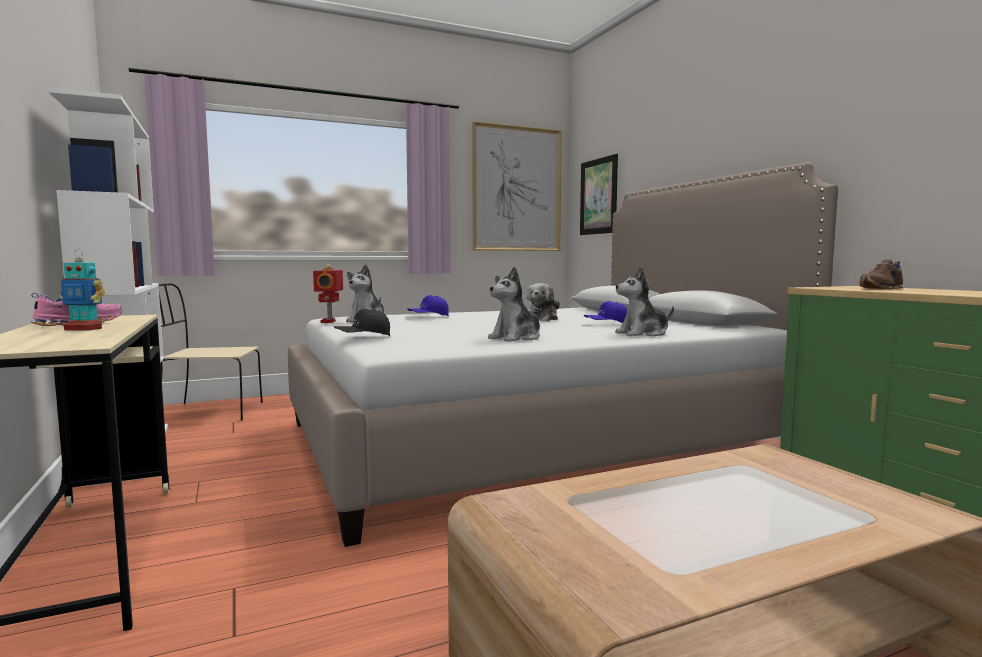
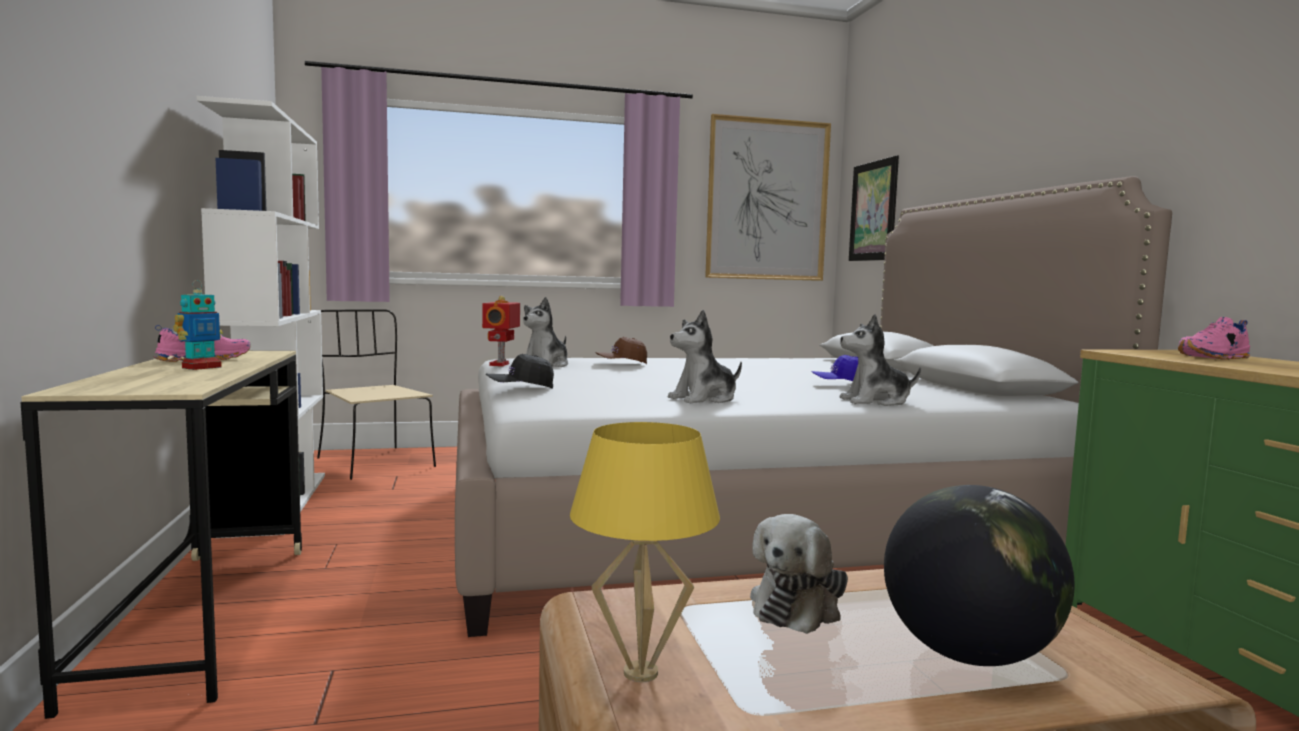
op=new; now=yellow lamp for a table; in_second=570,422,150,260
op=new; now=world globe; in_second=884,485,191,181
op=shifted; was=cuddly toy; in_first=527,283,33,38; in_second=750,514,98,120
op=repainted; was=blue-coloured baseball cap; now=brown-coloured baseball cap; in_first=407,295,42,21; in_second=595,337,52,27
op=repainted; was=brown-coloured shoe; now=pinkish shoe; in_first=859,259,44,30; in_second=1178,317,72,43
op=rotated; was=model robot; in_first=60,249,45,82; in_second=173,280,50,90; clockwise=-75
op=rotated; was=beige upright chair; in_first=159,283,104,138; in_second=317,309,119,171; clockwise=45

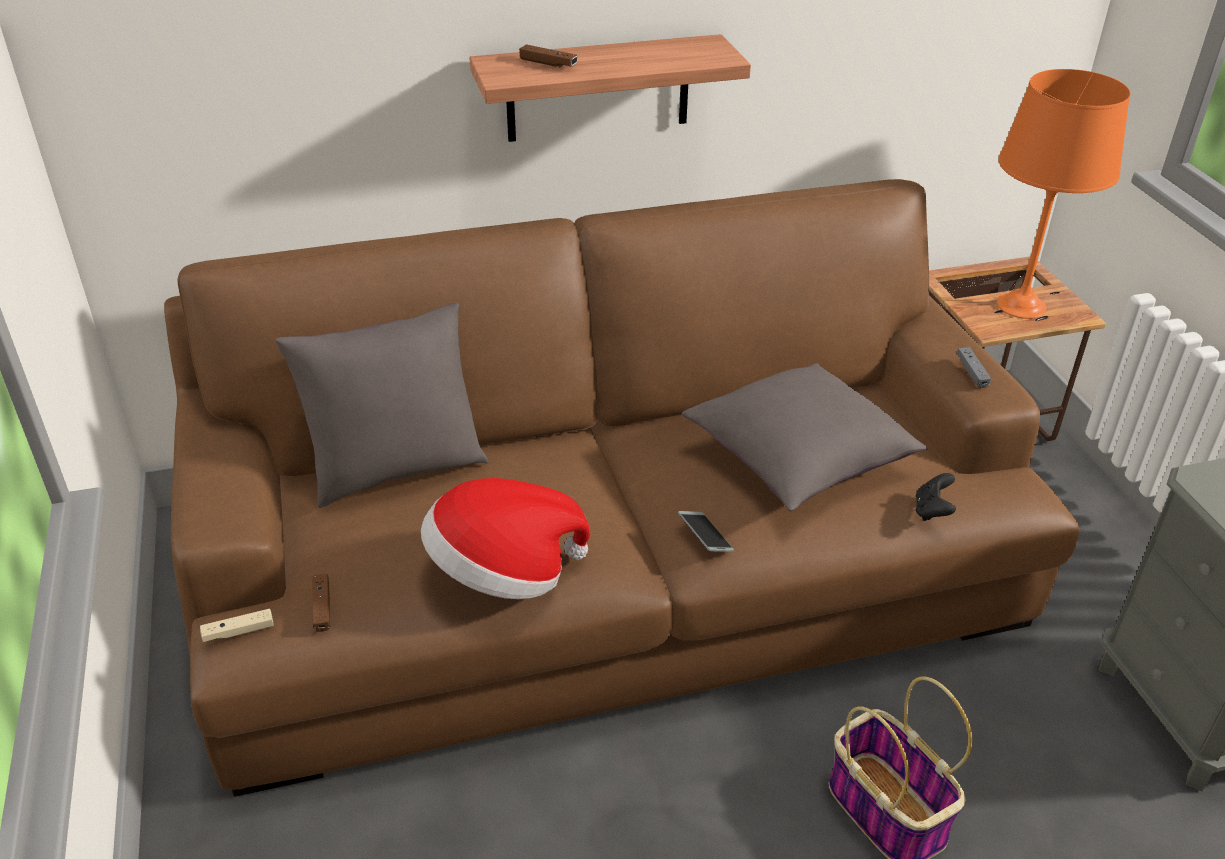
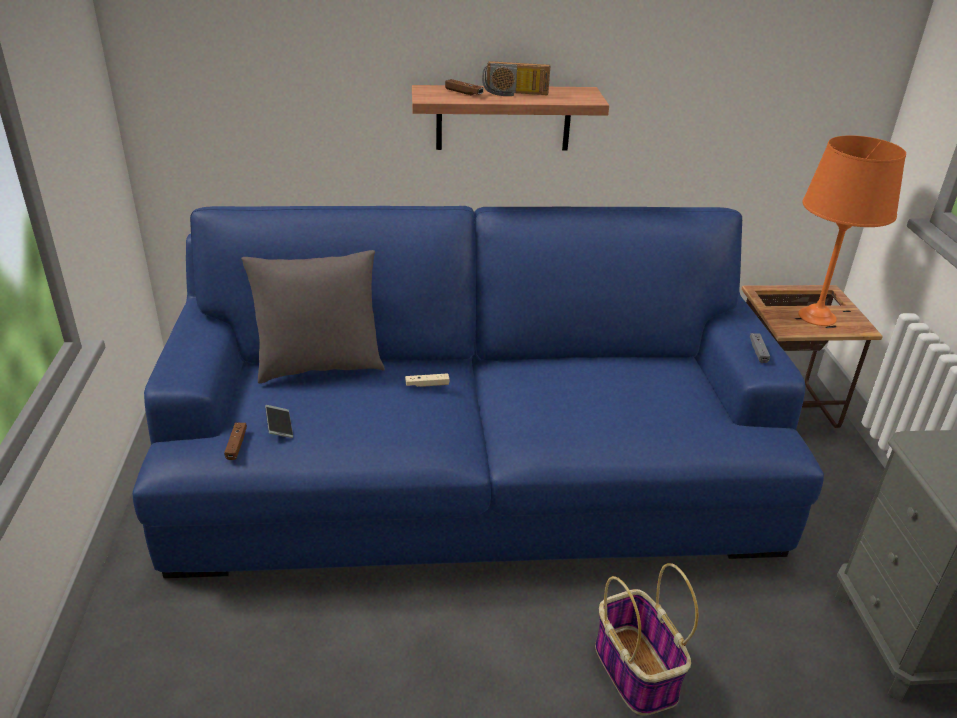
op=gone; was=hat; in_first=421,478,169,121
op=gone; was=grey throw pillow; in_first=682,363,246,148
op=gone; was=blackish gamepad; in_first=916,473,40,48
op=new; now=radio receiver; in_second=482,61,68,35
op=shifted; was=beige gamepad; in_first=200,609,74,33; in_second=405,373,45,14
op=shifted; was=handset; in_first=678,511,56,41; in_second=265,405,28,33
op=repainted; was=brown-coloured sofa; now=blue-coloured sofa; in_first=164,179,916,618; in_second=133,206,691,372

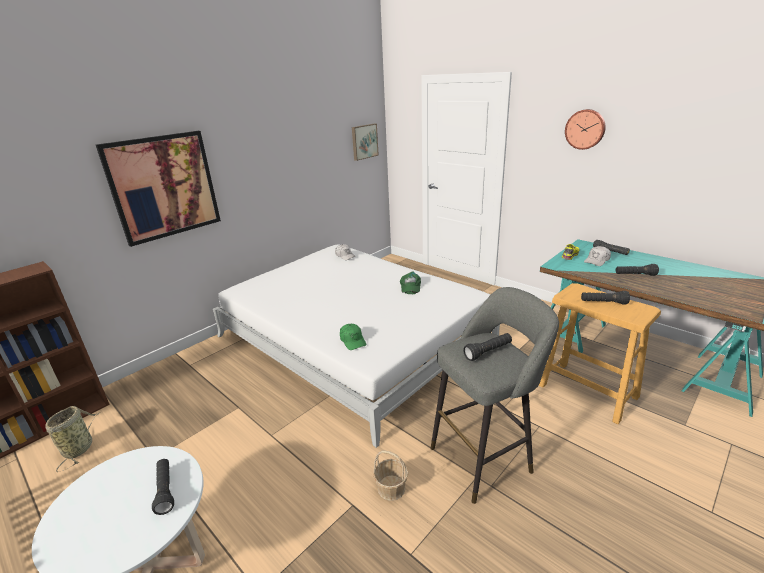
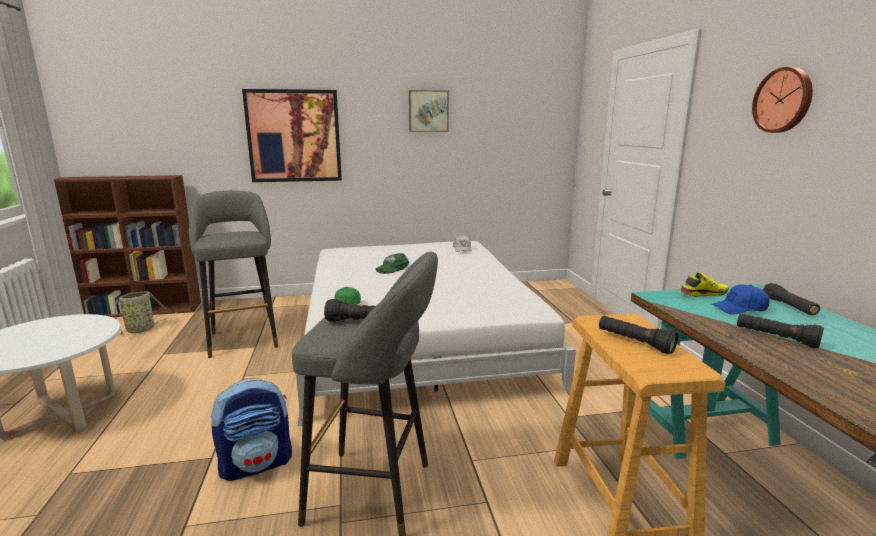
op=gone; was=blackish flashlight; in_first=152,459,22,56
op=new; now=grey stool; in_second=189,190,89,168
op=shifted; was=picture; in_first=352,124,26,37; in_second=409,90,40,42
op=shifted; was=greenish baseball cap; in_first=400,272,21,22; in_second=375,253,34,21
op=swapped; was=basket; now=backpack; in_first=373,451,35,50; in_second=211,378,81,103
op=repainted; was=white-coloured baseball cap; now=blue-coloured baseball cap; in_first=584,246,27,20; in_second=711,284,59,31

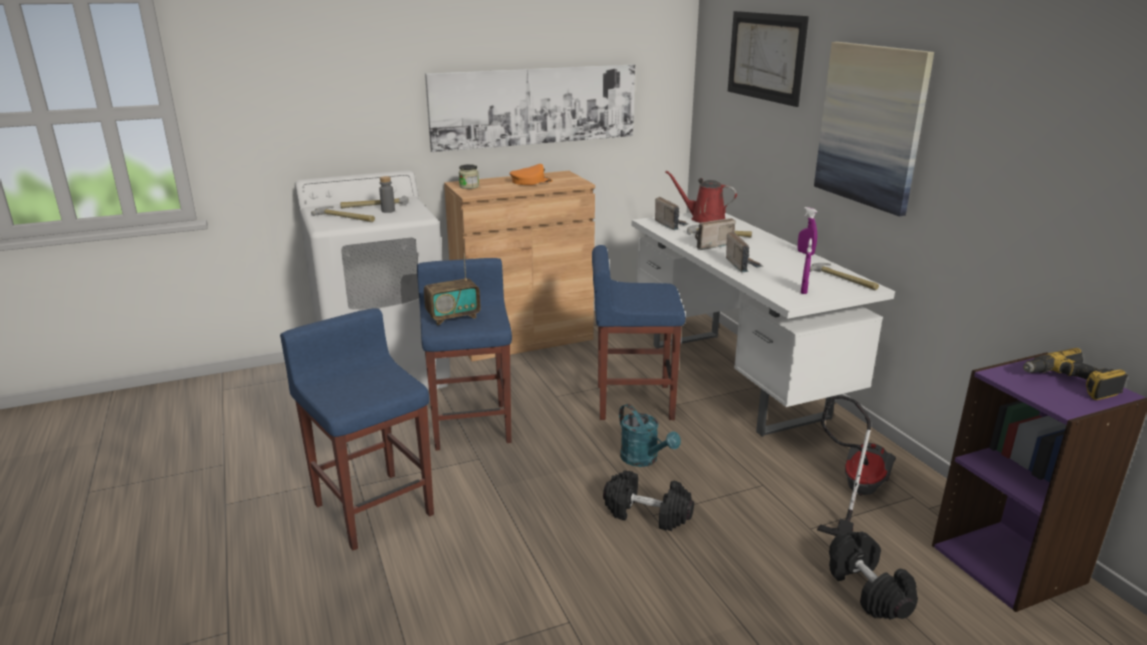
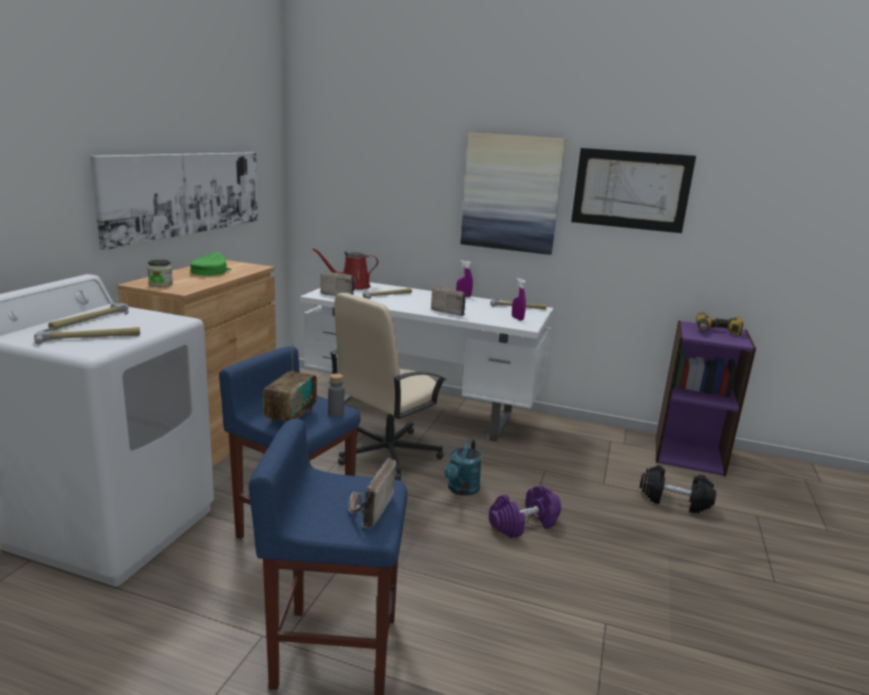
op=gone; was=vacuum cleaner; in_first=817,395,79,141
op=shifted; was=grey drink bottle; in_first=379,176,16,37; in_second=328,373,16,44
op=shifted; was=radio receiver; in_first=695,218,41,32; in_second=349,458,47,71
op=shifted; was=picture; in_first=728,11,81,96; in_second=571,148,125,85
op=swapped; was=blue-coloured stool; now=beige computer chair; in_first=592,245,94,175; in_second=330,293,117,188
op=repainted; was=orangey baseball cap; now=greenish baseball cap; in_first=509,164,44,21; in_second=190,252,42,24
op=repainted; was=blackish hand weight; now=purplish hand weight; in_first=603,470,91,61; in_second=489,486,72,52
op=rotated; was=turquoise-coloured sprinkling can; in_first=619,404,62,63; in_second=444,439,38,57; clockwise=105

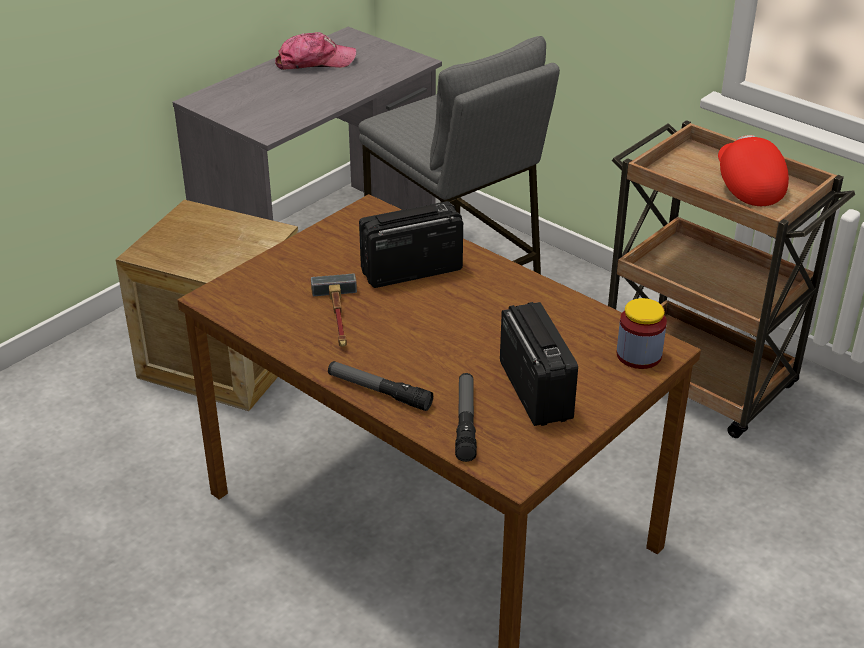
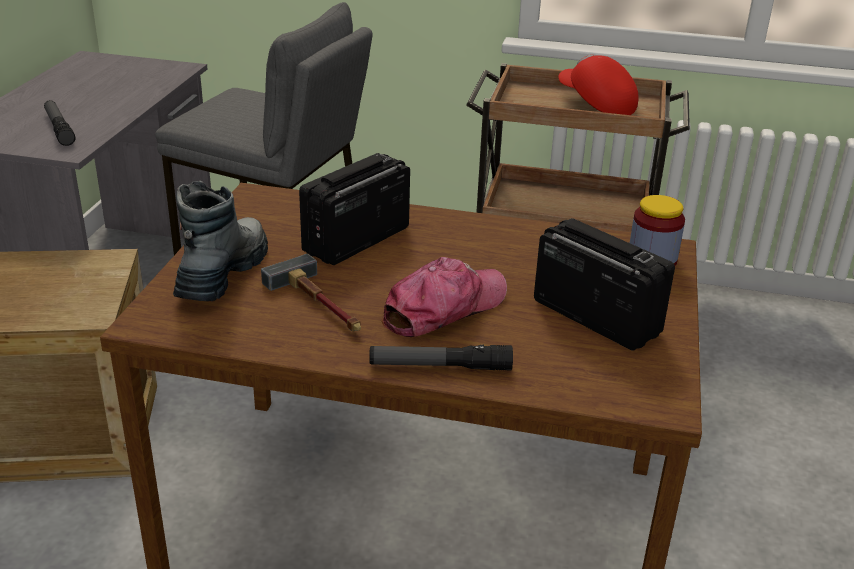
op=new; now=high-top boot; in_second=173,181,95,120
op=shifted; was=baseball cap; in_first=275,32,81,38; in_second=381,257,126,80
op=shifted; was=flashlight; in_first=455,373,22,89; in_second=44,100,31,46

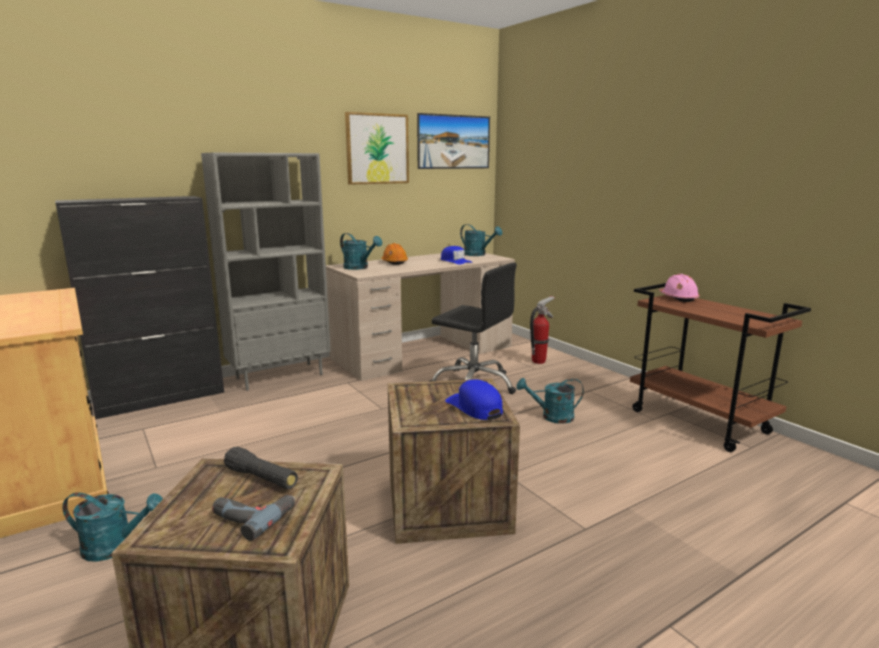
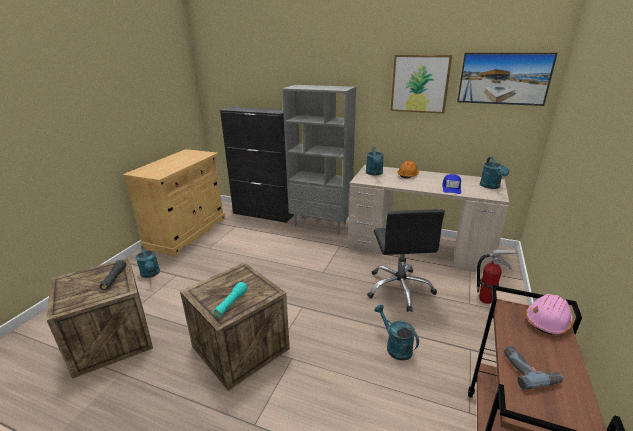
op=shifted; was=power drill; in_first=212,495,83,46; in_second=504,346,60,44
op=swapped; was=blue-coloured baseball cap; now=turquoise-coloured flashlight; in_first=445,380,58,40; in_second=214,282,34,35

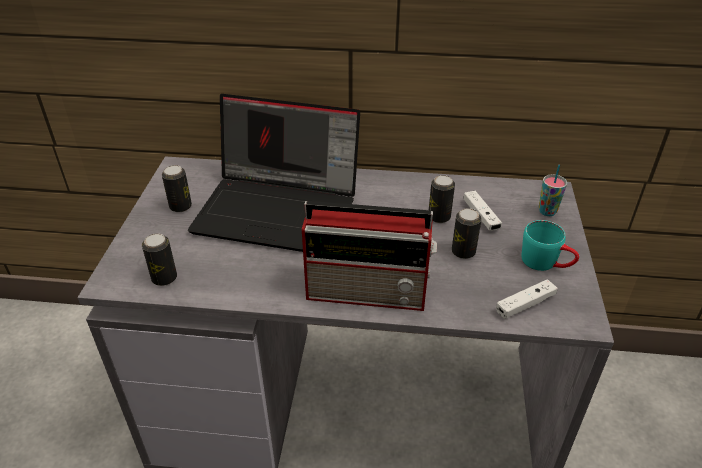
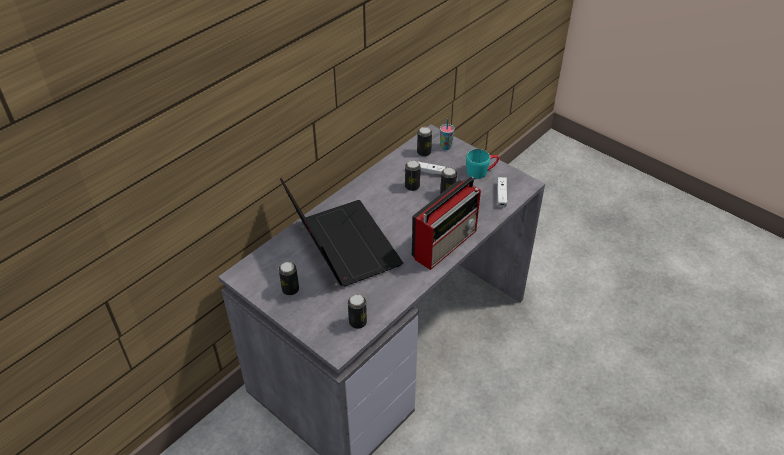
op=new; now=can; in_second=417,127,15,30
op=rotated; was=portable computer; in_first=188,94,172,158; in_second=280,178,123,108; clockwise=-75

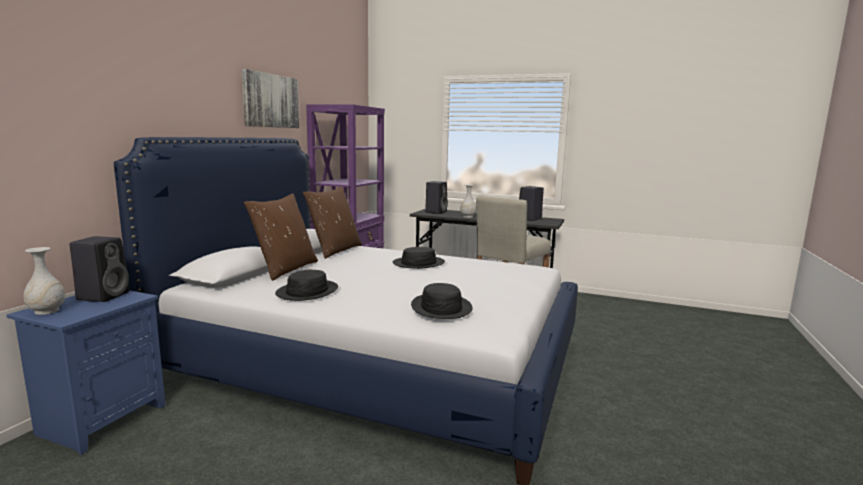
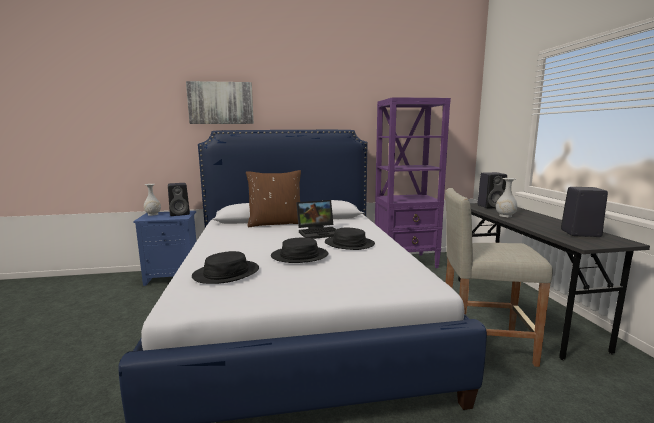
op=gone; was=brown-coloured throw pillow; in_first=303,186,59,73
op=new; now=portable computer; in_second=296,200,40,39
op=shifted; was=picture; in_first=241,69,59,59; in_second=186,81,68,43
op=shifted; was=blackish hat; in_first=275,270,63,31; in_second=271,238,57,25

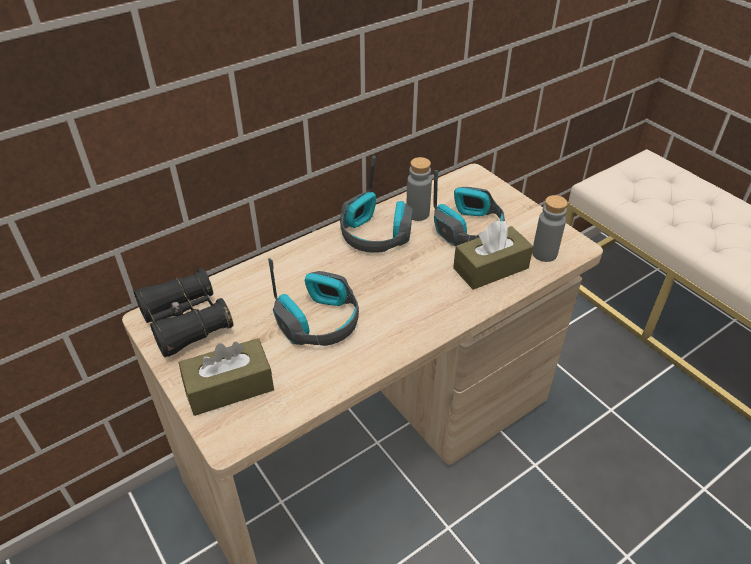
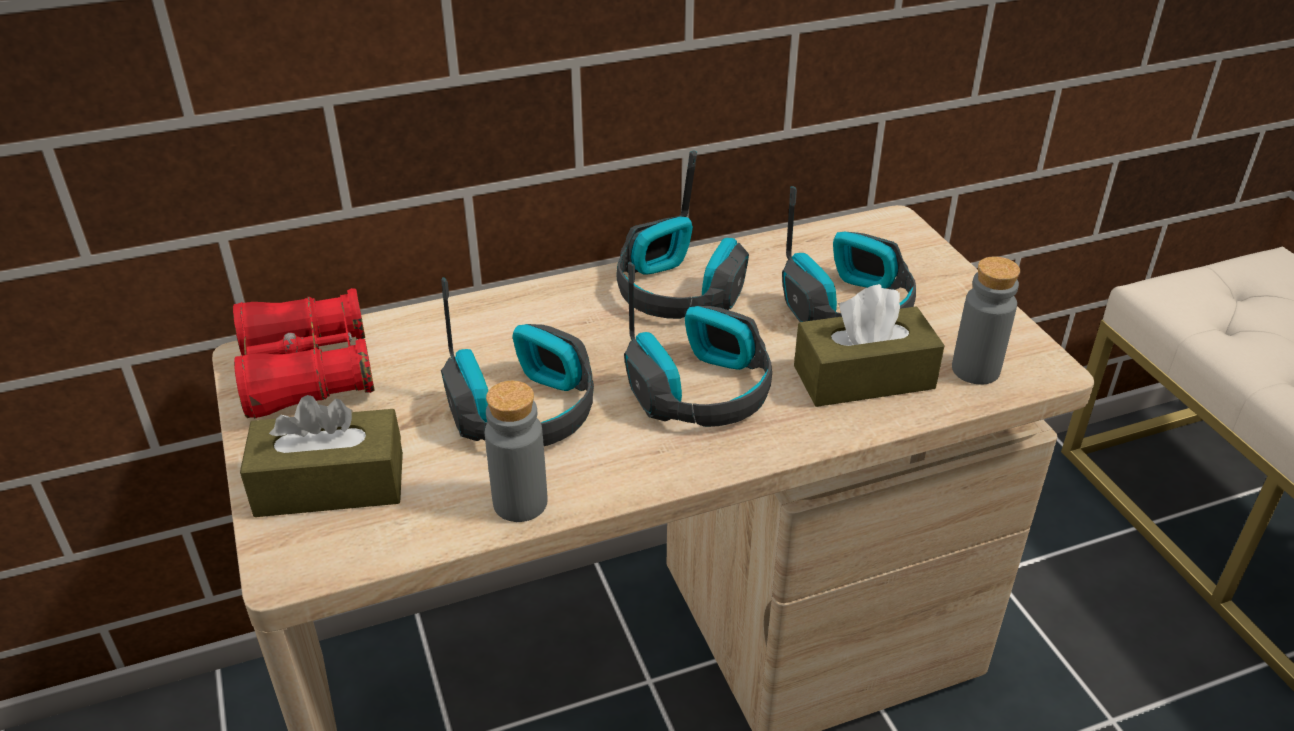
op=new; now=headphones; in_second=624,262,148,165
op=shifted; was=grey drink bottle; in_first=406,157,26,64; in_second=485,381,62,141
op=repainted; was=blackish binoculars; now=red binoculars; in_first=134,268,99,89; in_second=233,288,142,130

